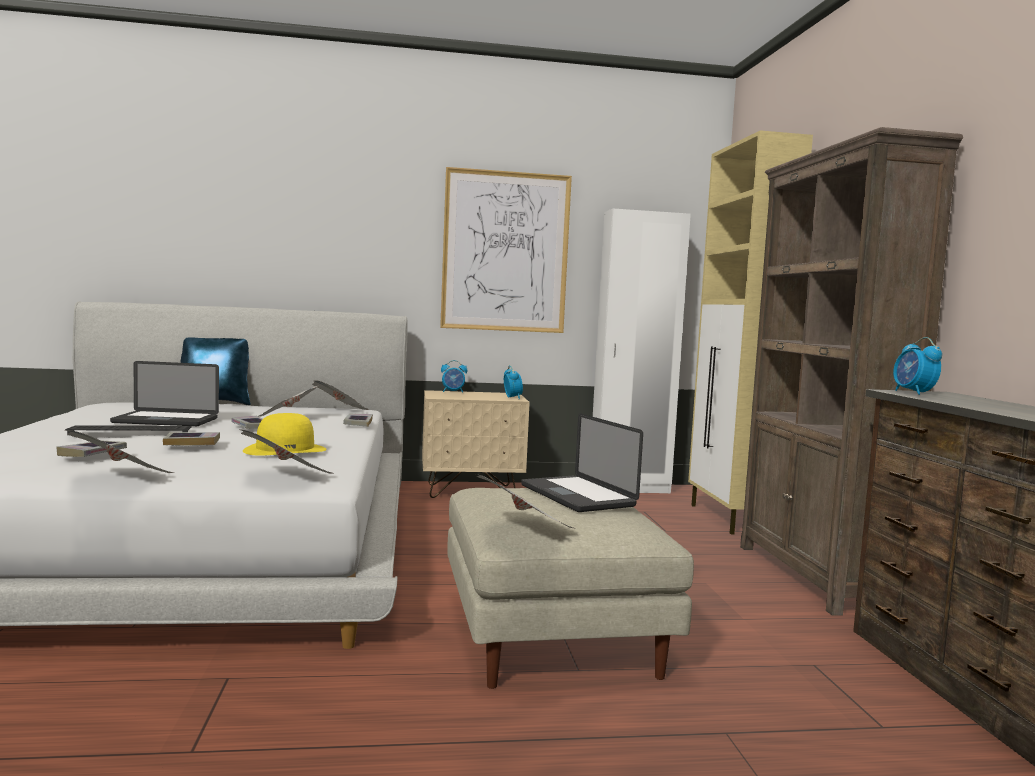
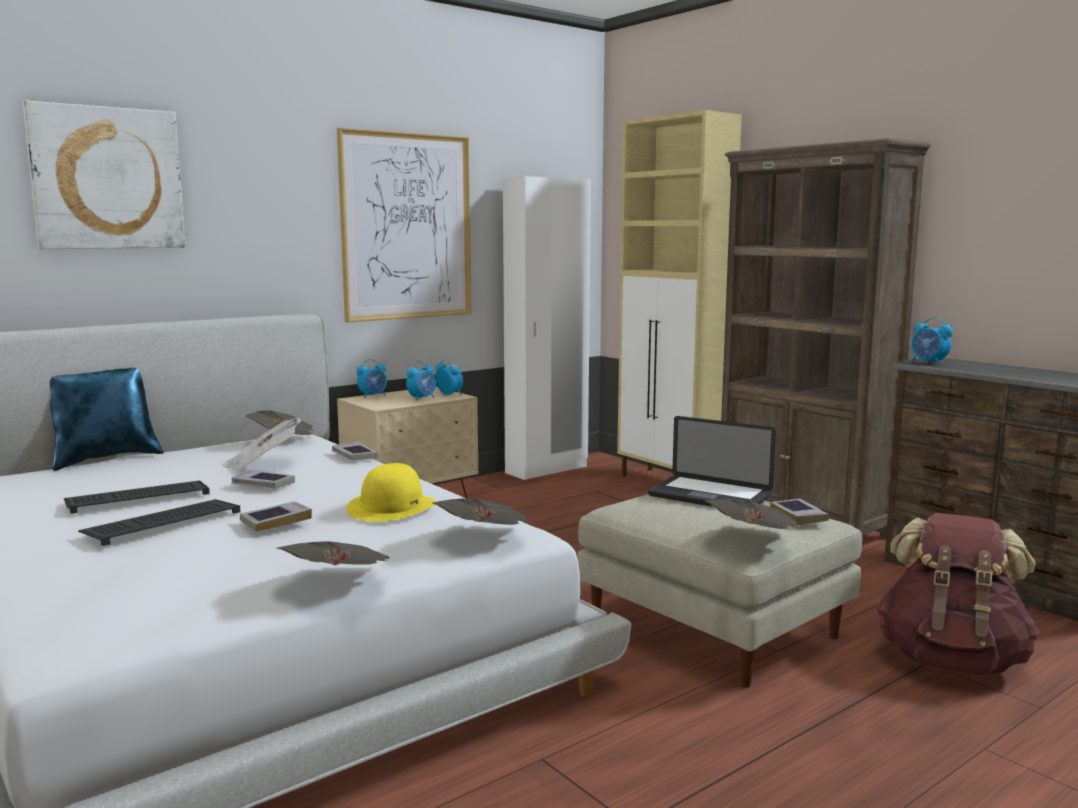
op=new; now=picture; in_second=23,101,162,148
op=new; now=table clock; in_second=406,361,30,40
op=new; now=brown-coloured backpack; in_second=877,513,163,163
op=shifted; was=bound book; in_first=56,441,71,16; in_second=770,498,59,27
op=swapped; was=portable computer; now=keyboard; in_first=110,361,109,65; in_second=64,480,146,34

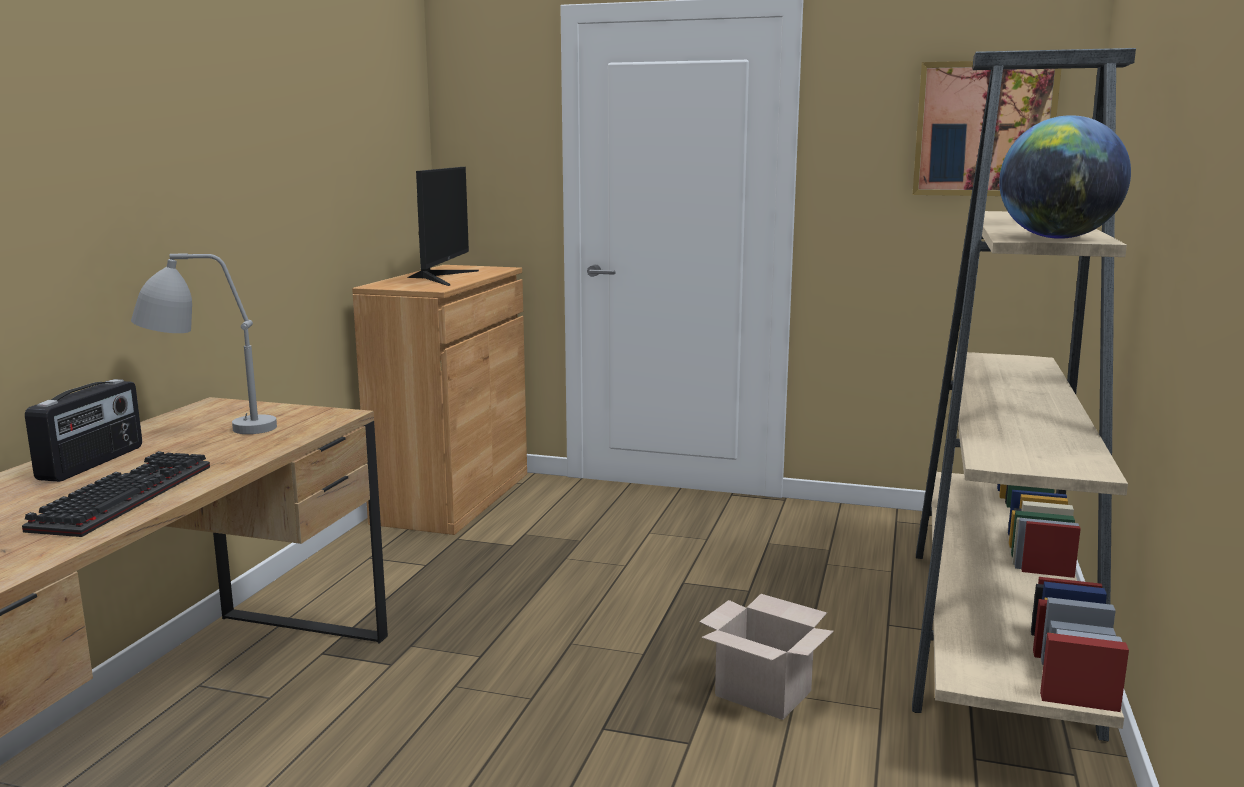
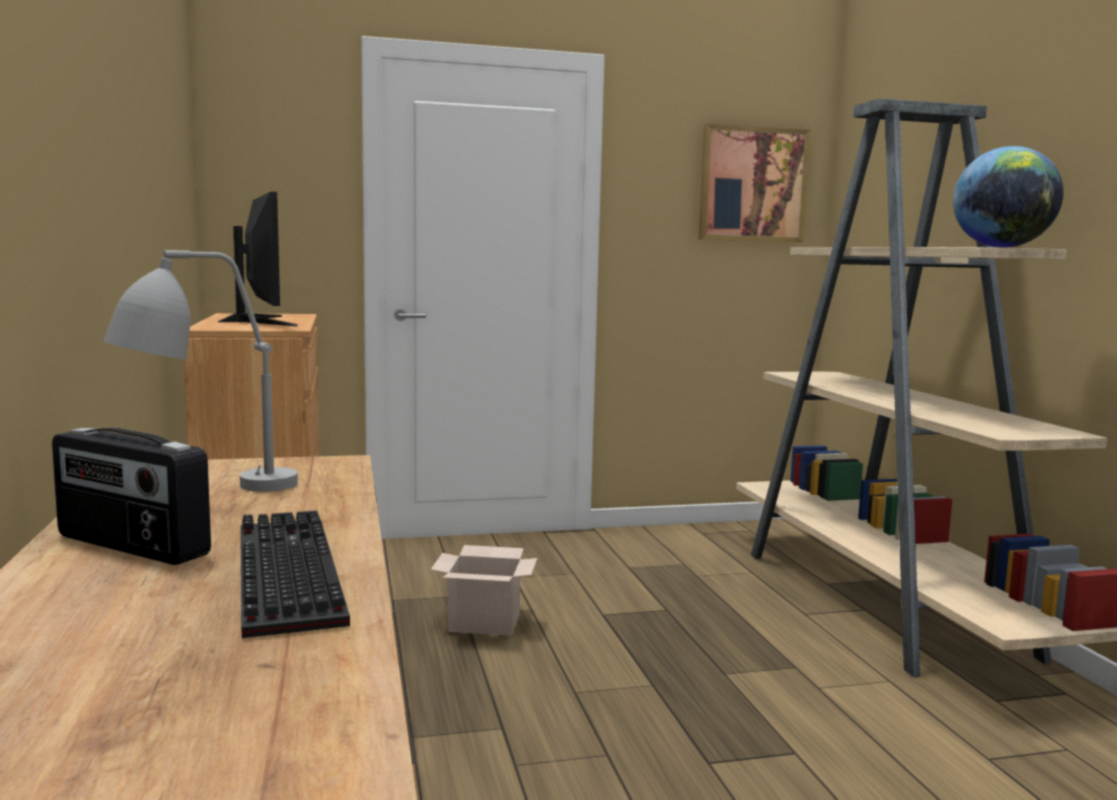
op=shifted; was=packing box; in_first=699,594,135,126; in_second=431,545,107,91
op=rotated; was=radio receiver; in_first=25,379,117,103; in_second=52,428,159,137; clockwise=135

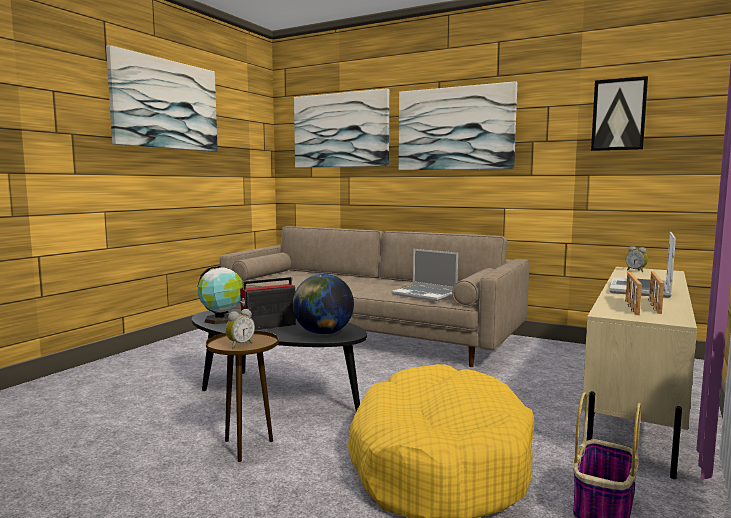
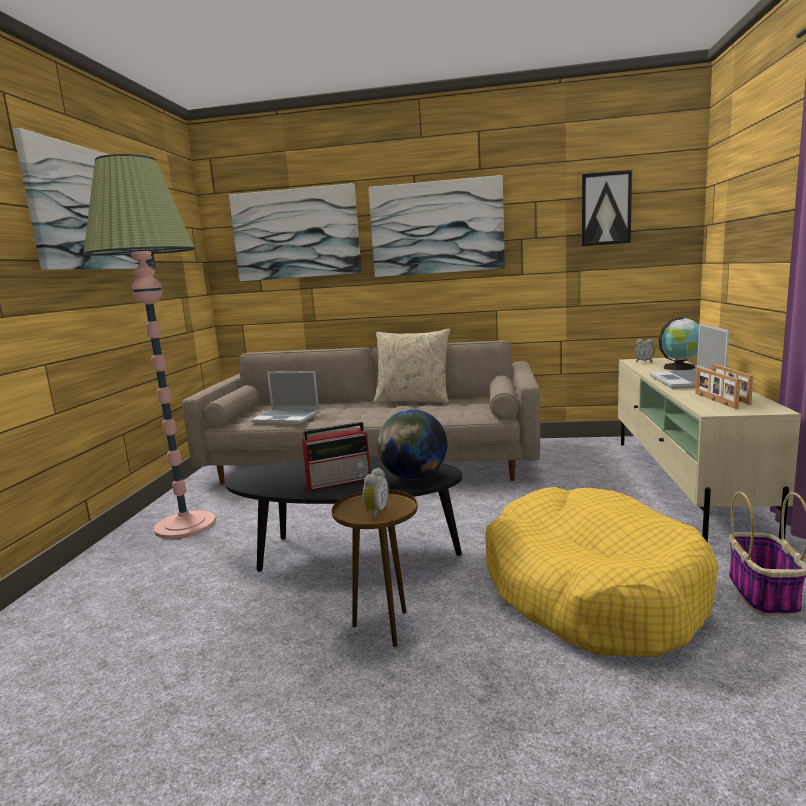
op=new; now=floor lamp; in_second=83,154,133,385
op=new; now=beige throw pillow; in_second=373,329,77,75
op=shifted; was=world globe; in_first=198,266,45,58; in_second=658,317,41,53
op=shifted; was=portable computer; in_first=391,249,67,52; in_second=251,371,69,53
op=rotated; was=radio receiver; in_first=240,277,56,54; in_second=302,422,68,69; clockwise=-150

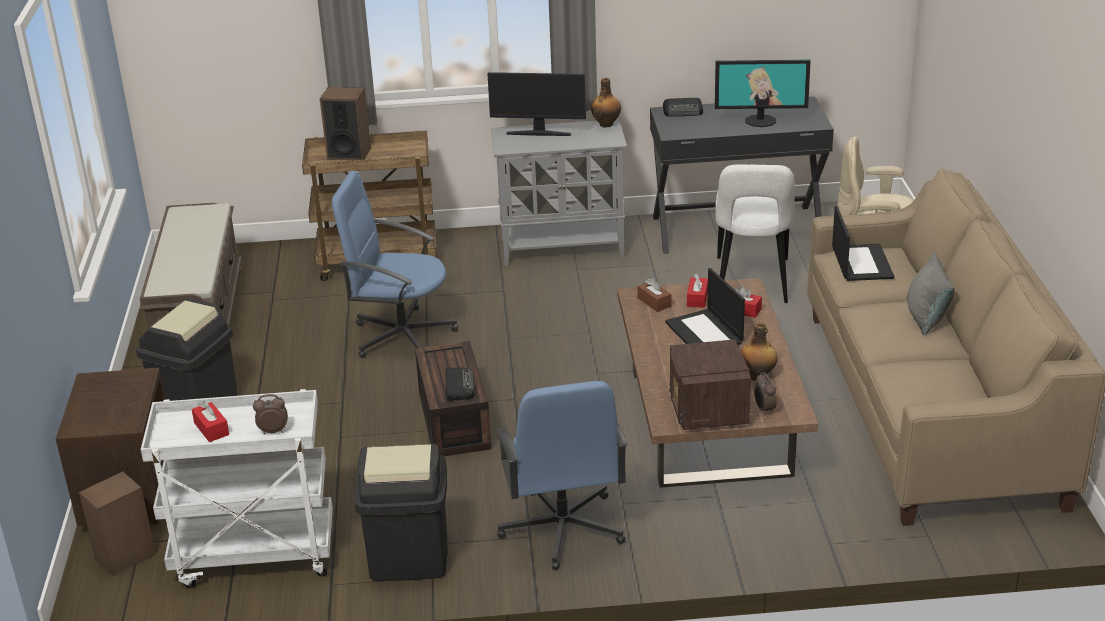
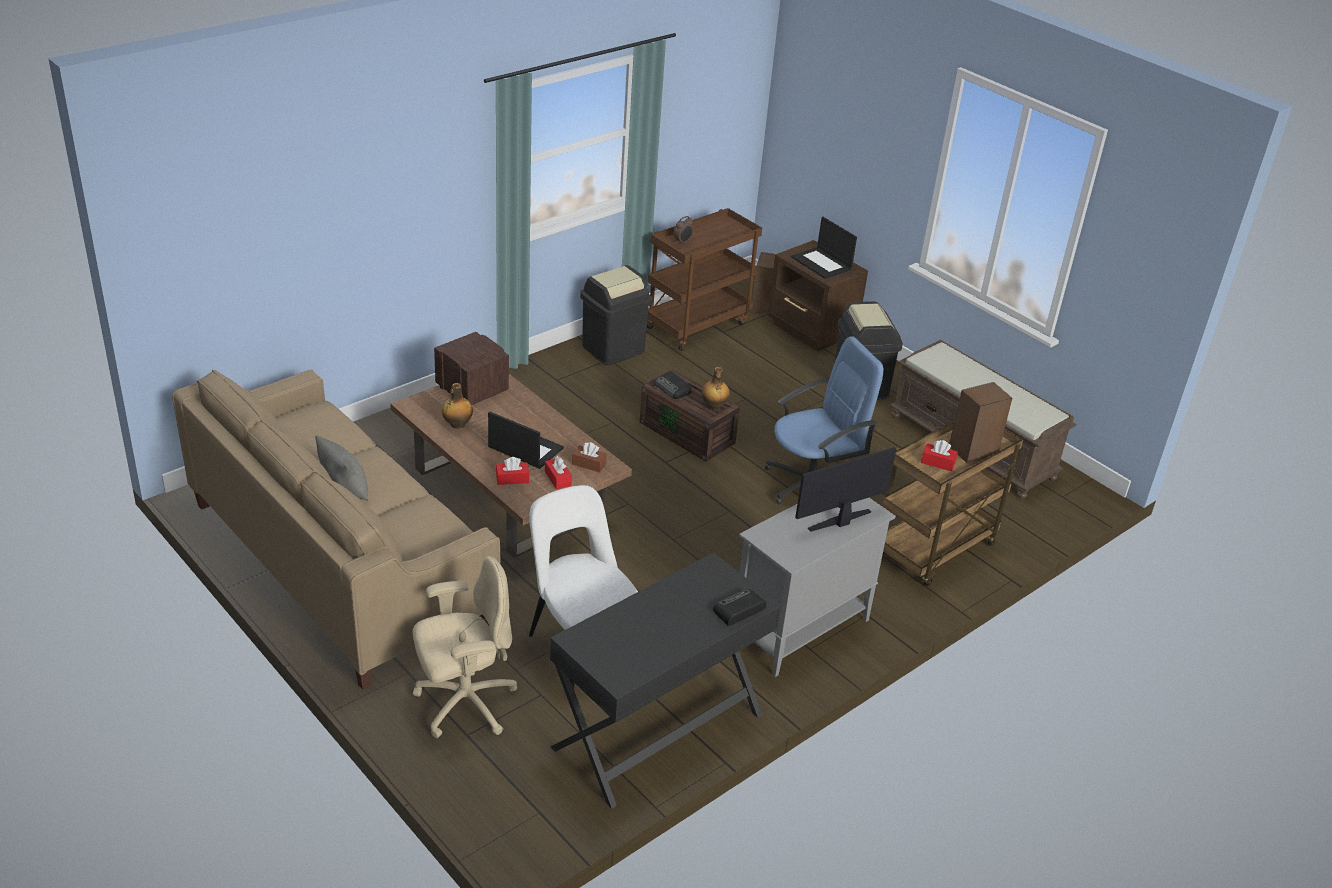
op=gone; was=blue-coloured computer chair; in_first=496,381,132,189
op=gone; was=computer screen; in_first=715,59,95,68
op=gone; was=table clock; in_first=754,373,23,42
op=shifted; was=red tissue holder; in_first=192,401,37,41; in_second=921,440,37,31
op=shifted; was=drink bottle; in_first=591,78,30,49; in_second=701,367,29,43
op=shifted; was=portable computer; in_first=832,206,62,75; in_second=791,217,66,62
op=repainted; was=white-coloured cart; now=brown-coloured cart; in_first=141,389,192,199; in_second=647,208,115,143

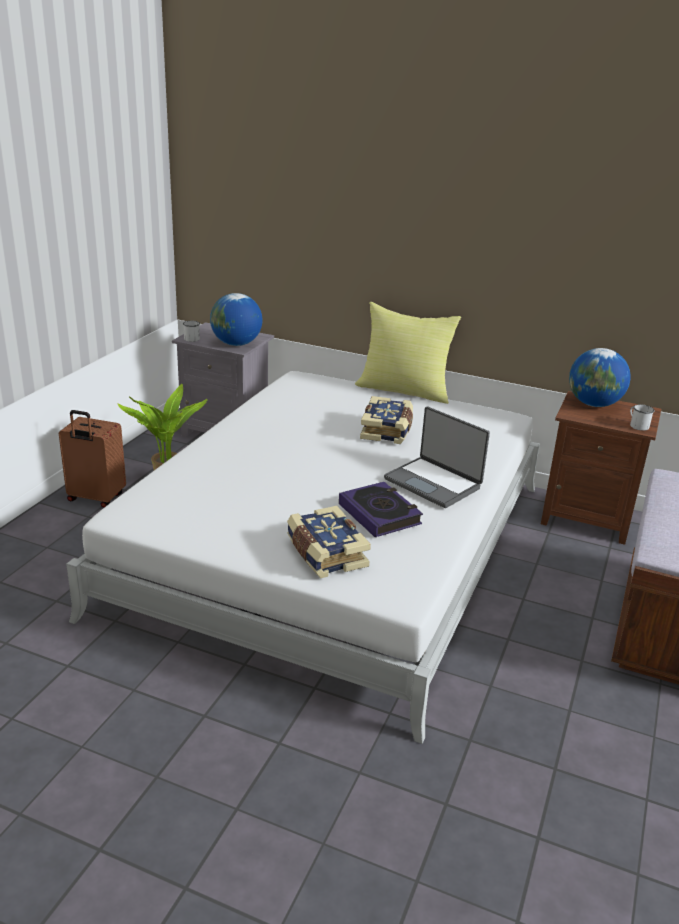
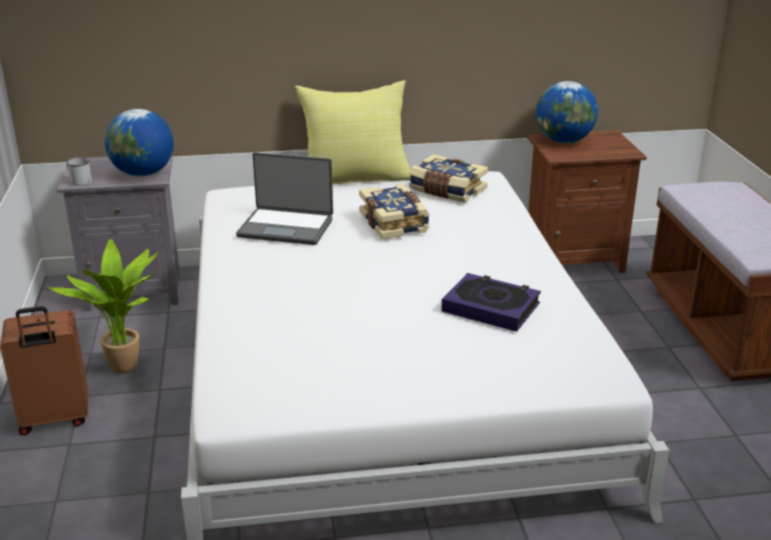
op=gone; was=white-coloured tea mug; in_first=630,404,24,27
op=shifted; was=bound book; in_first=287,506,84,72; in_second=409,154,79,49
op=shifted; was=portable computer; in_first=384,406,106,102; in_second=236,152,97,93

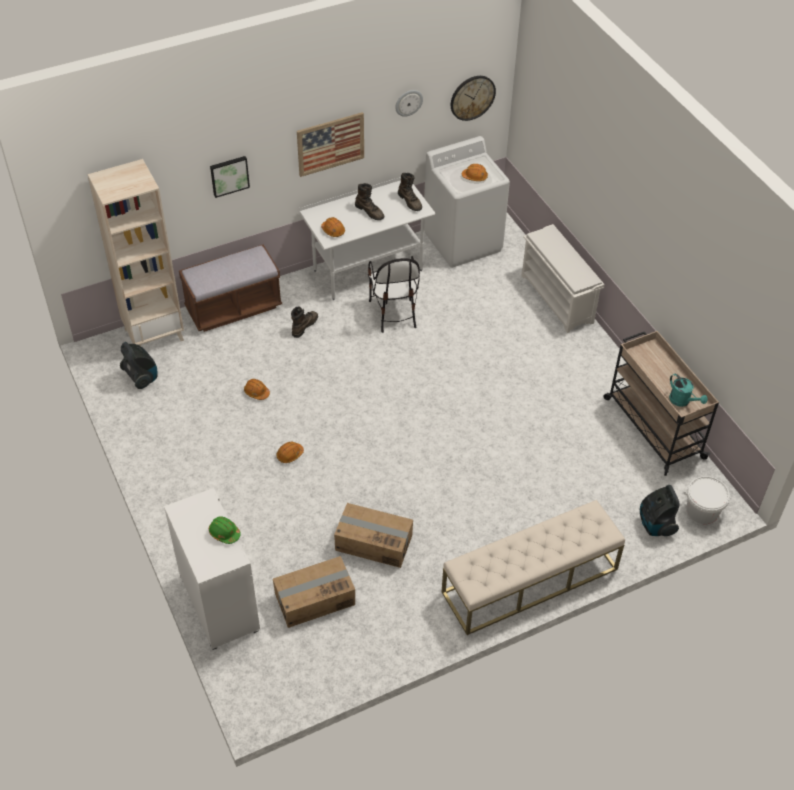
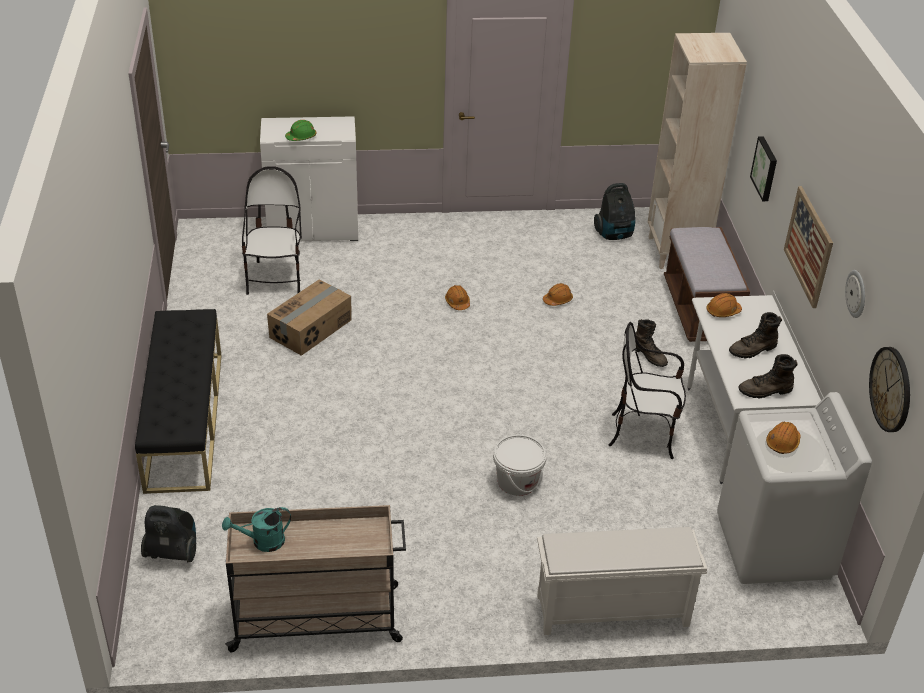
op=shifted; was=white-coloured pail; in_first=683,476,47,48; in_second=493,435,54,61
op=swapped; was=packing box; now=upright chair; in_first=273,556,82,72; in_second=242,166,60,129
op=repainted; was=beige bench; now=blackish bench; in_first=442,500,183,135; in_second=135,309,86,185

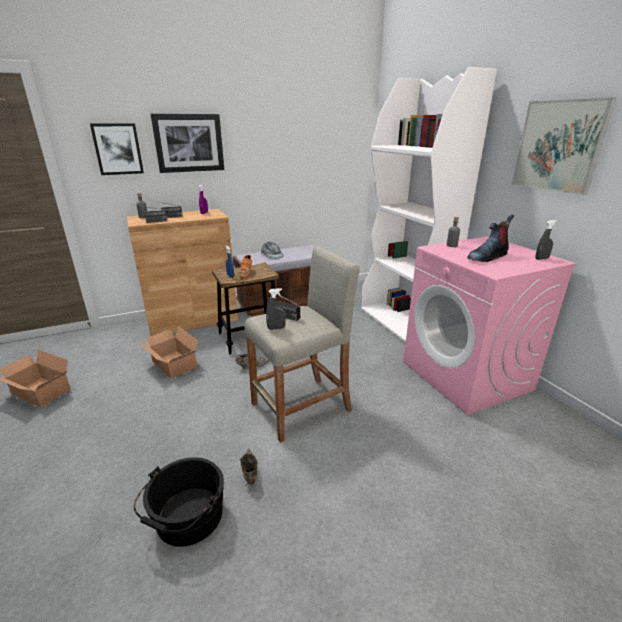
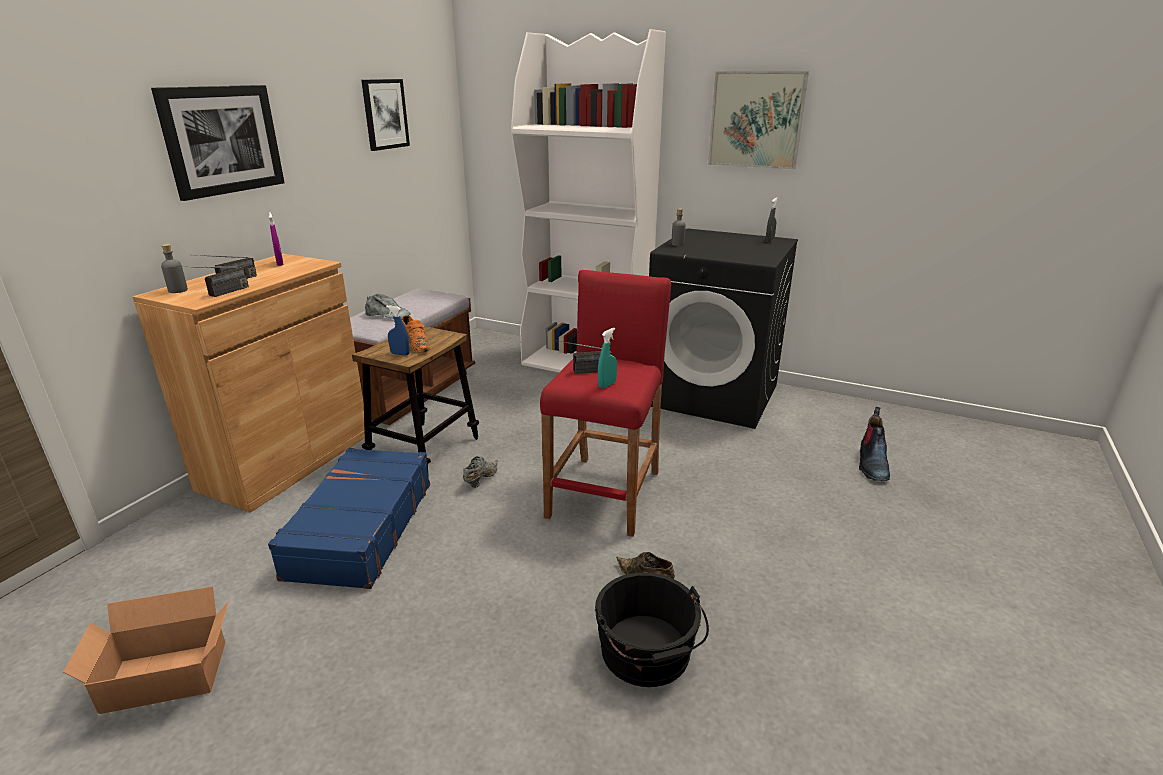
op=shifted; was=picture; in_first=90,123,54,52; in_second=361,79,49,72
op=shifted; was=high-top boot; in_first=467,215,47,47; in_second=859,407,31,74
op=swapped; was=packing box; now=blue-coloured piece of luggage; in_first=138,326,60,52; in_second=268,448,162,141
op=repainted; was=beige stool; now=red stool; in_first=244,246,116,197; in_second=540,270,131,267
op=repainted; was=grey spray bottle; now=turquoise-coloured spray bottle; in_first=266,288,20,42; in_second=598,328,19,61
op=repainted; was=pinkish washing machine; now=blackish washing machine; in_first=403,236,174,179; in_second=649,228,149,201

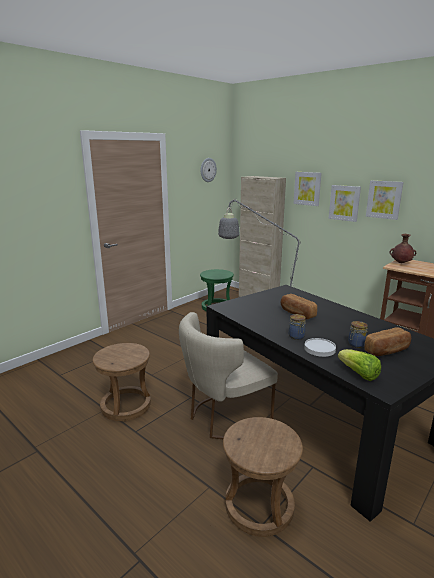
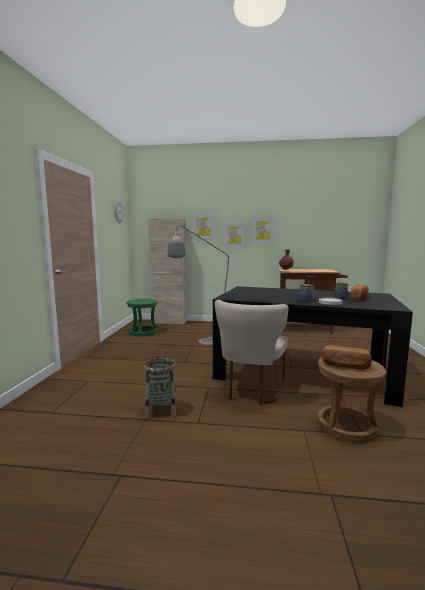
op=gone; was=head of lettuce; in_first=338,349,43,32
op=shifted; was=baked bread; in_first=281,294,36,25; in_second=322,346,50,24
op=swapped; was=brown-coloured stool; now=basket; in_first=92,343,59,78; in_second=144,356,32,63

